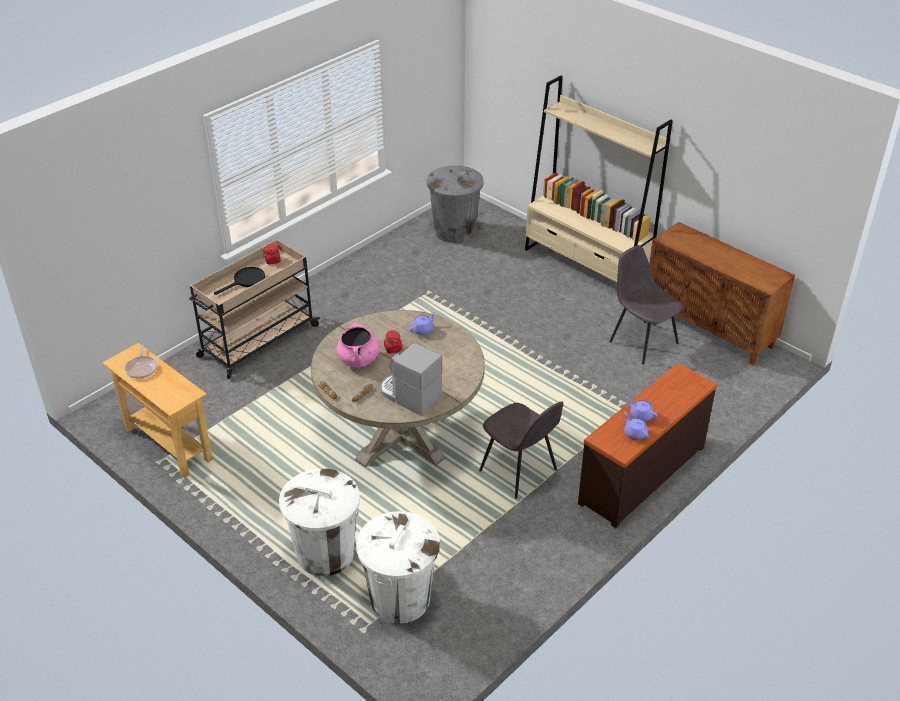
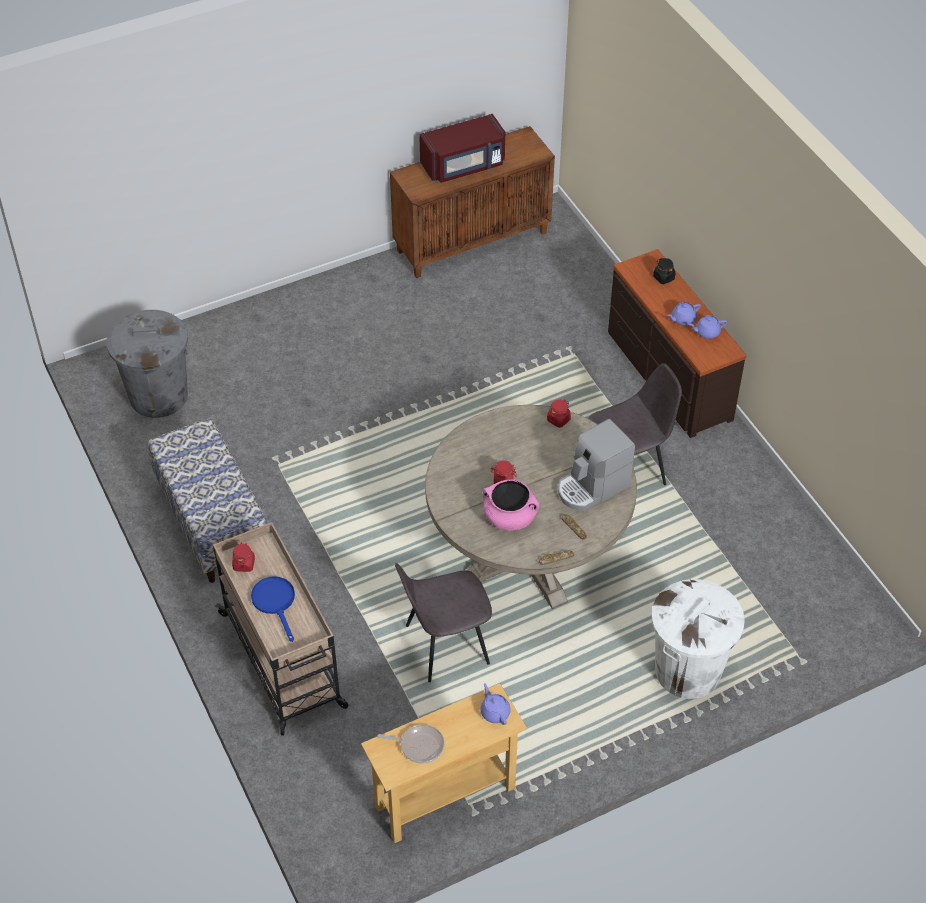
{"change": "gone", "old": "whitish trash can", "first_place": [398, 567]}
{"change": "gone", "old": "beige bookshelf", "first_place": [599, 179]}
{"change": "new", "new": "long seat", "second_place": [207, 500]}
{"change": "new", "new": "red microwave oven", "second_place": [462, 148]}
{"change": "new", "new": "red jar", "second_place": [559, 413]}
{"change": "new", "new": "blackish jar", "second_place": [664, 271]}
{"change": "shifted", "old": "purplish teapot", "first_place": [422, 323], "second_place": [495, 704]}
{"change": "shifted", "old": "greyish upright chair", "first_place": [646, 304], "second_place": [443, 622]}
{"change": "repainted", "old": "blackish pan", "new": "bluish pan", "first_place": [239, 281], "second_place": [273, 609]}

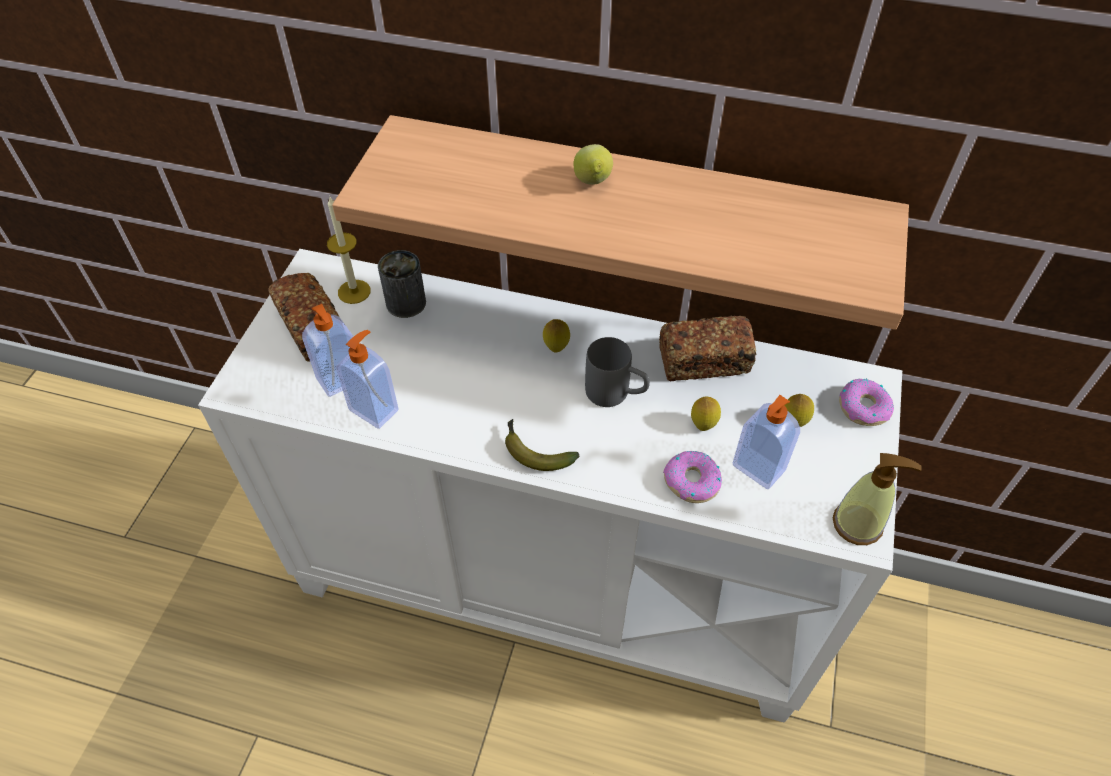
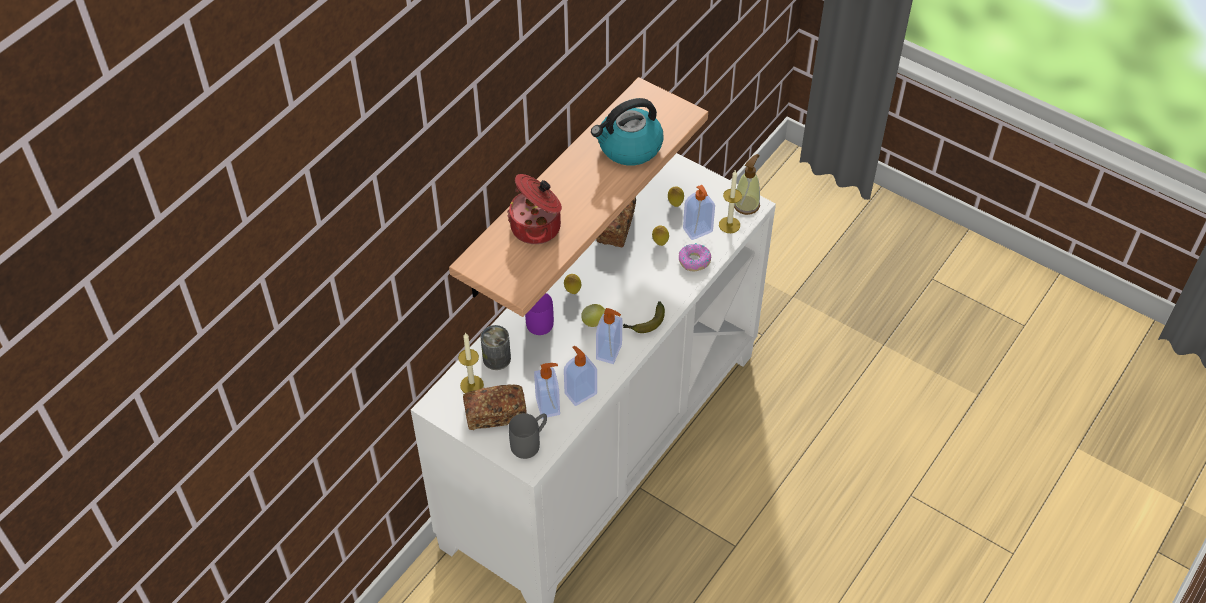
{"change": "gone", "old": "doughnut", "first_place": [866, 402]}
{"change": "new", "new": "saucepot", "second_place": [534, 209]}
{"change": "new", "new": "purplish mug", "second_place": [539, 314]}
{"change": "new", "new": "water kettle", "second_place": [627, 132]}
{"change": "new", "new": "liquid soap bottle", "second_place": [609, 336]}
{"change": "new", "new": "wax light", "second_place": [730, 201]}
{"change": "shifted", "old": "lemon", "first_place": [593, 164], "second_place": [593, 315]}
{"change": "shifted", "old": "greyish mug", "first_place": [617, 372], "second_place": [528, 436]}

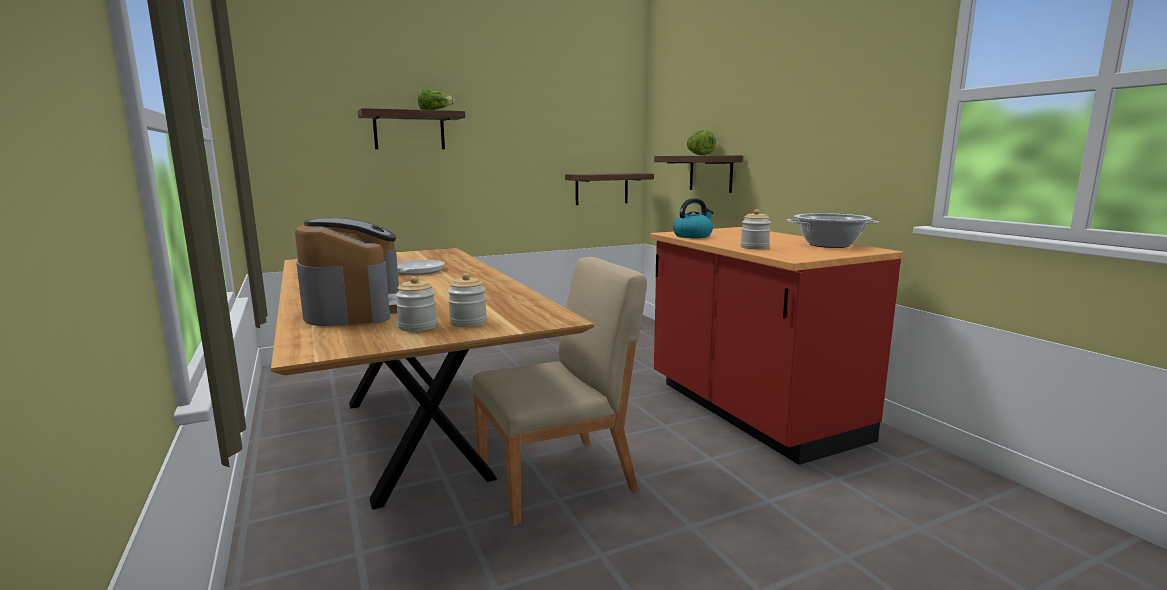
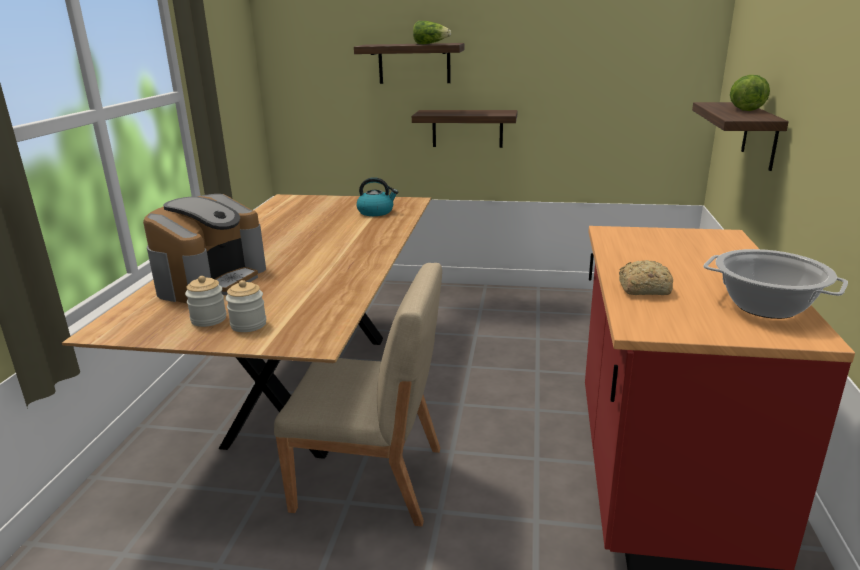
{"change": "gone", "old": "pan", "first_place": [421, 267]}
{"change": "shifted", "old": "shelf", "first_place": [609, 189], "second_place": [464, 129]}
{"change": "shifted", "old": "water kettle", "first_place": [693, 218], "second_place": [377, 196]}
{"change": "swapped", "old": "jar", "new": "bakery bread", "first_place": [756, 229], "second_place": [646, 277]}

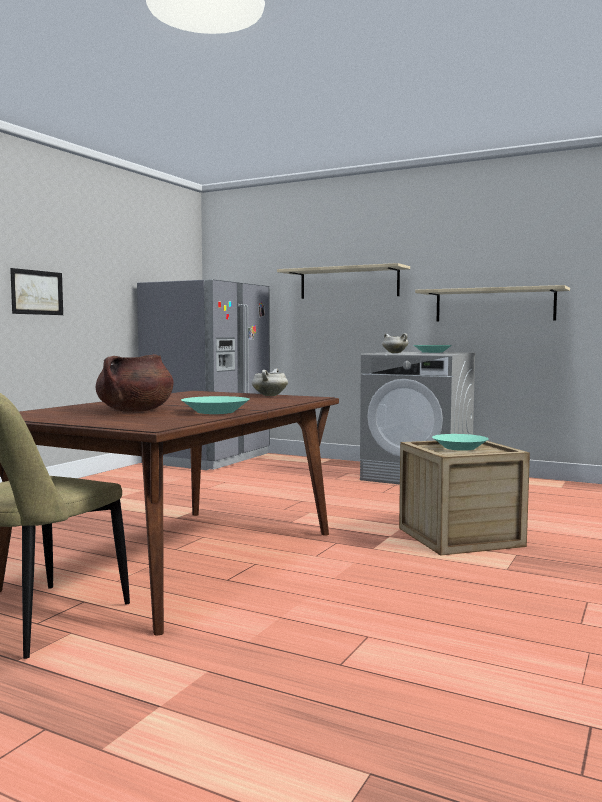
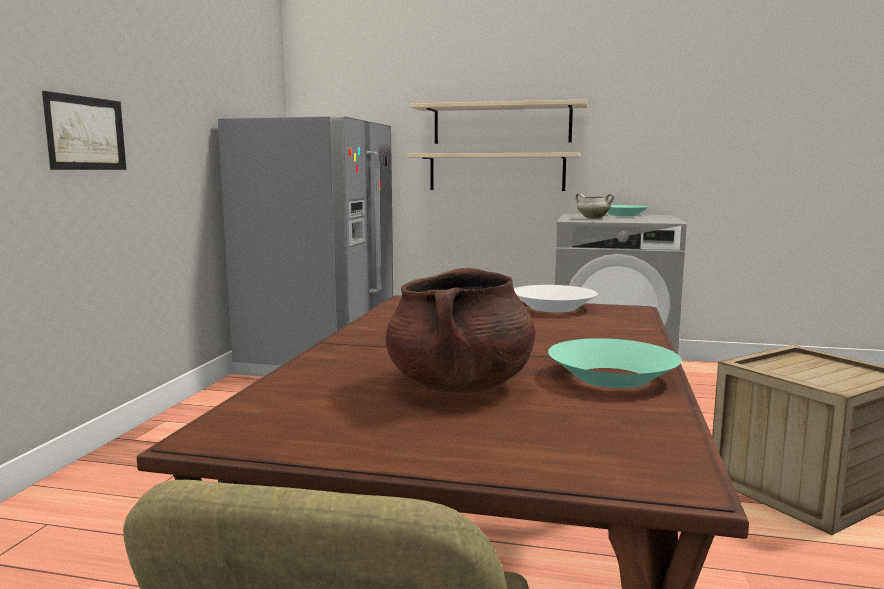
{"change": "gone", "old": "blue-green serving bowl", "first_place": [460, 442]}
{"change": "shifted", "old": "beige shelf", "first_place": [492, 303], "second_place": [493, 171]}
{"change": "swapped", "old": "whitish saucepot", "new": "whitish serving bowl", "first_place": [270, 382], "second_place": [556, 298]}

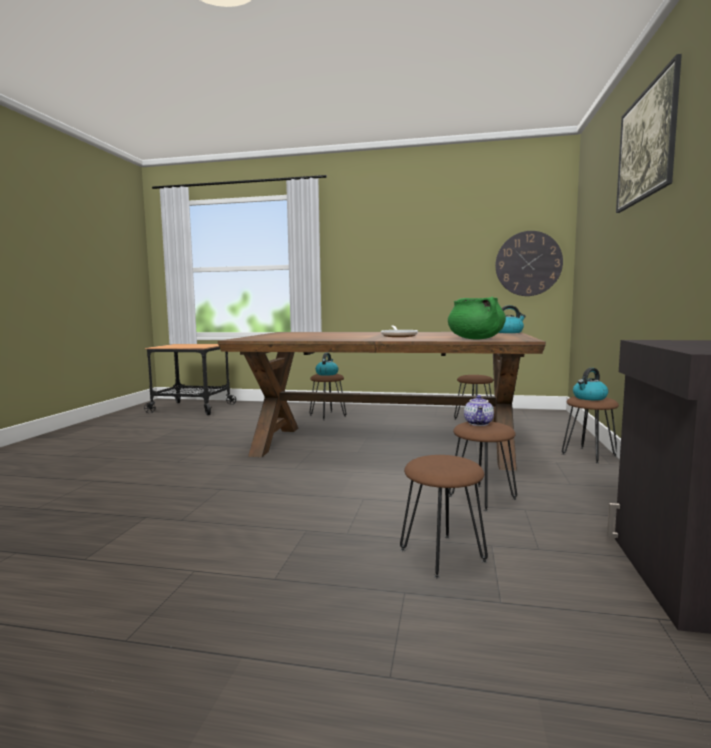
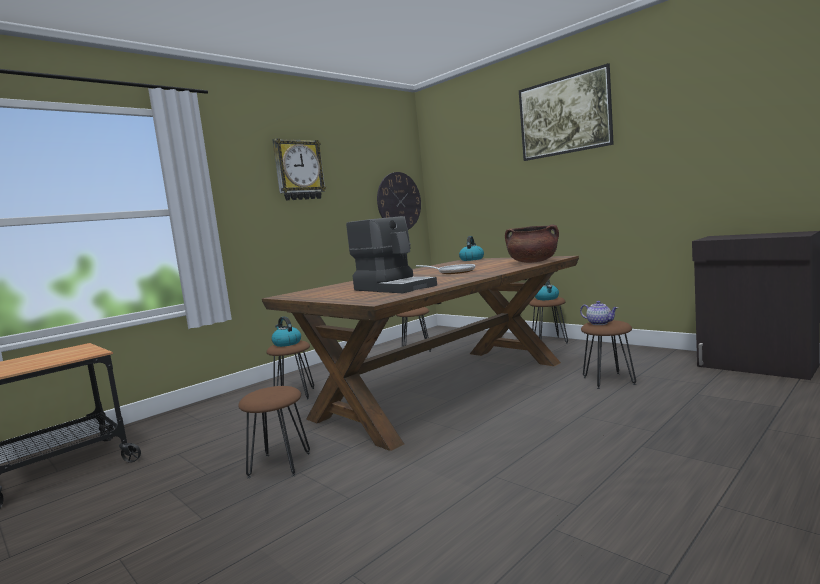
{"change": "new", "new": "clock on the wall", "second_place": [299, 169]}
{"change": "new", "new": "coffee machine", "second_place": [391, 254]}
{"change": "shifted", "old": "brownish stool", "first_place": [444, 516], "second_place": [274, 432]}
{"change": "repainted", "old": "green-coloured saucepot", "new": "brownish saucepot", "first_place": [477, 318], "second_place": [532, 243]}

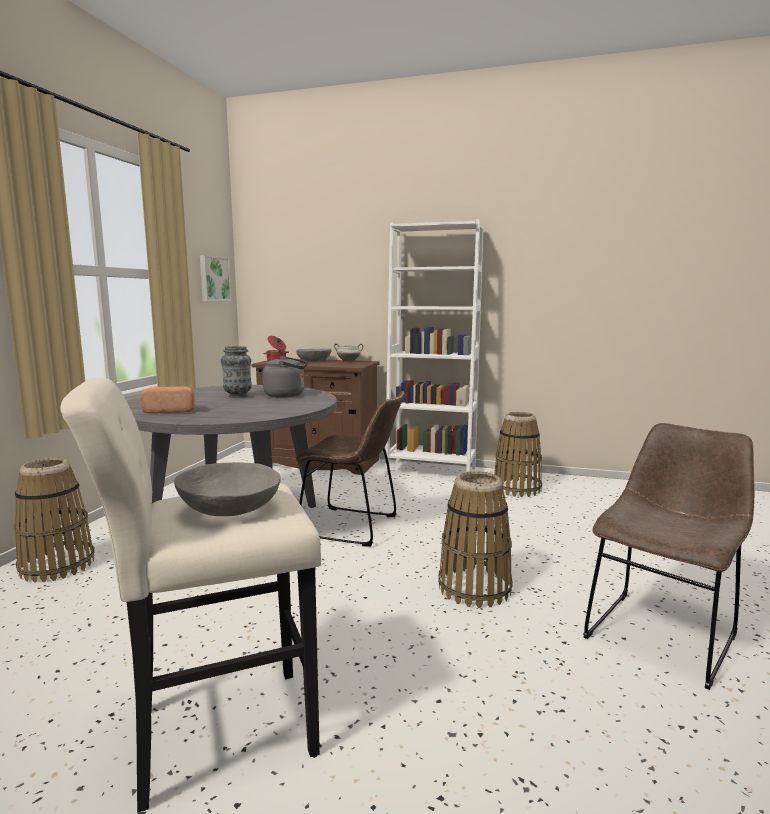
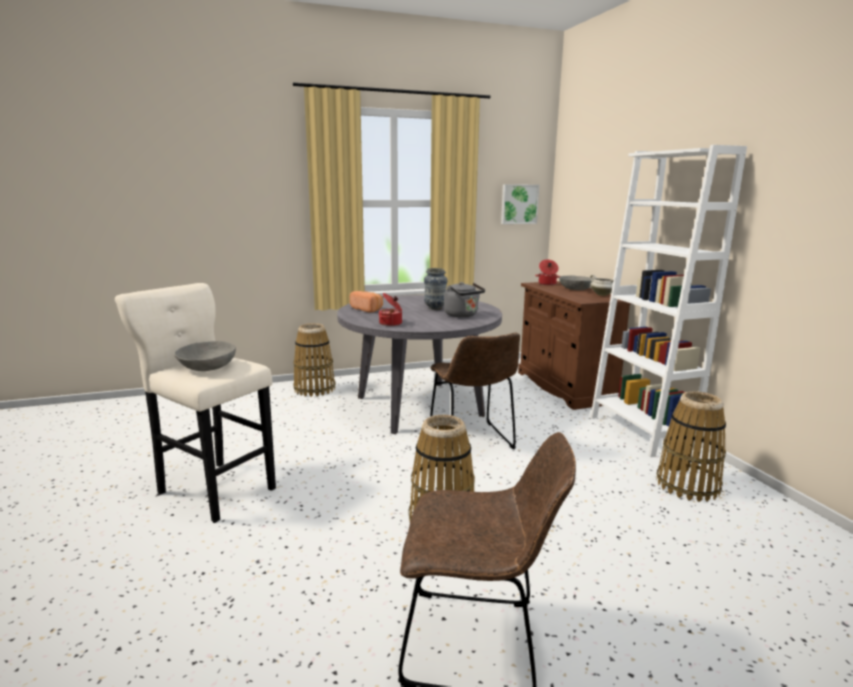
{"change": "new", "new": "saucepot", "second_place": [390, 309]}

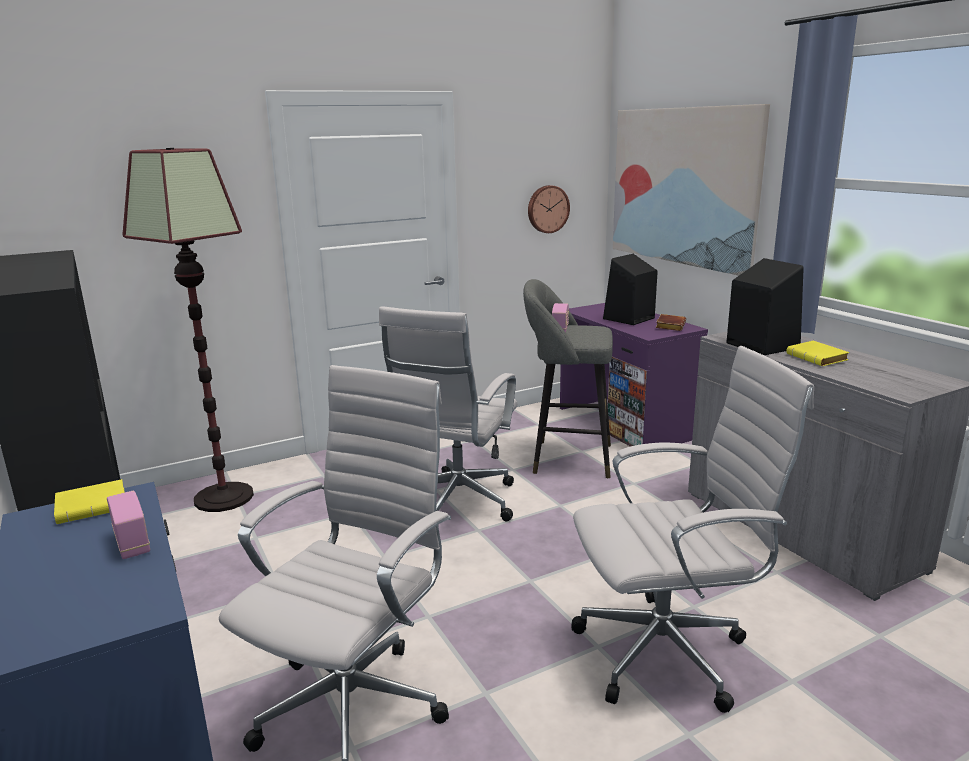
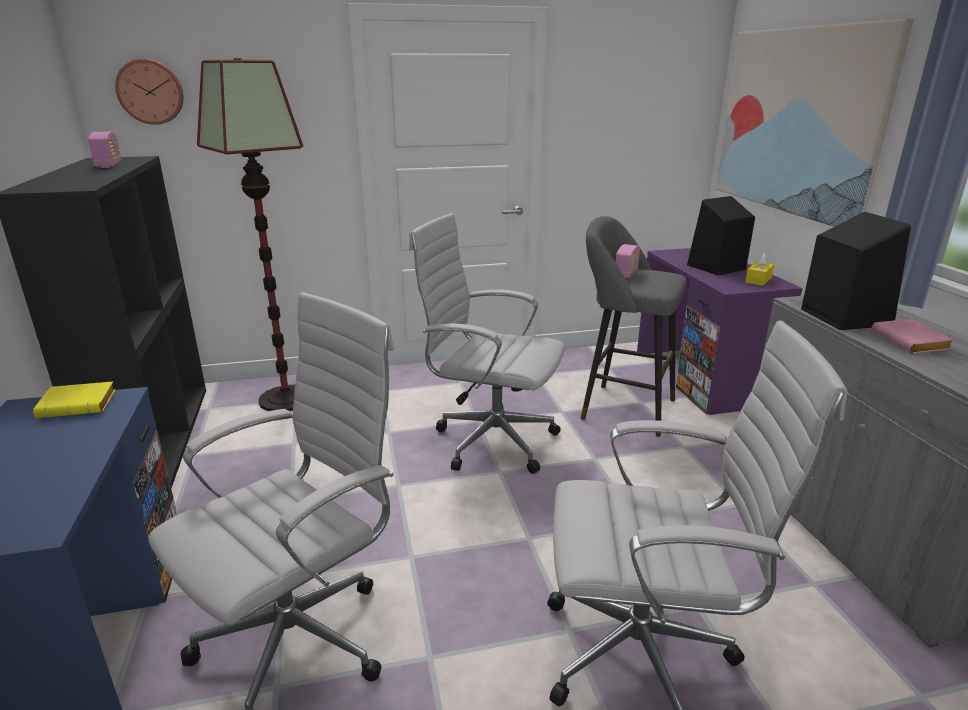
{"change": "shifted", "old": "radio", "first_place": [128, 525], "second_place": [105, 150]}
{"change": "shifted", "old": "clock on the wall", "first_place": [549, 209], "second_place": [149, 92]}
{"change": "swapped", "old": "brownish book", "new": "yellow tissue holder", "first_place": [671, 322], "second_place": [759, 269]}
{"change": "repainted", "old": "yellow book", "new": "pink-coloured book", "first_place": [818, 353], "second_place": [913, 336]}
{"change": "rotated", "old": "whitish computer chair", "first_place": [448, 416], "second_place": [487, 343], "degrees": 75}

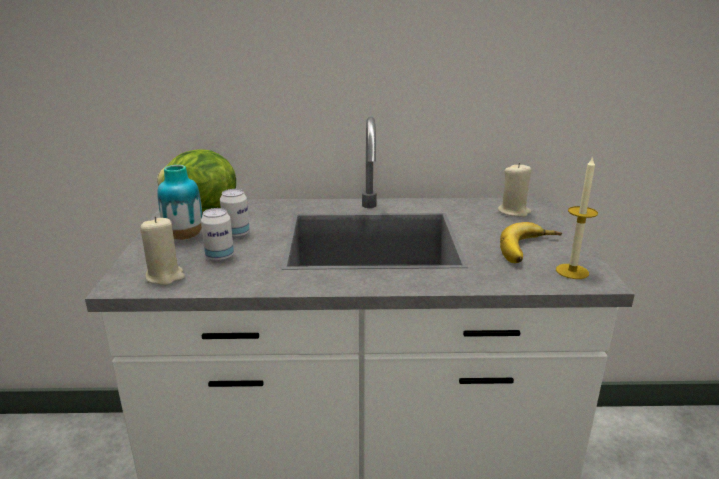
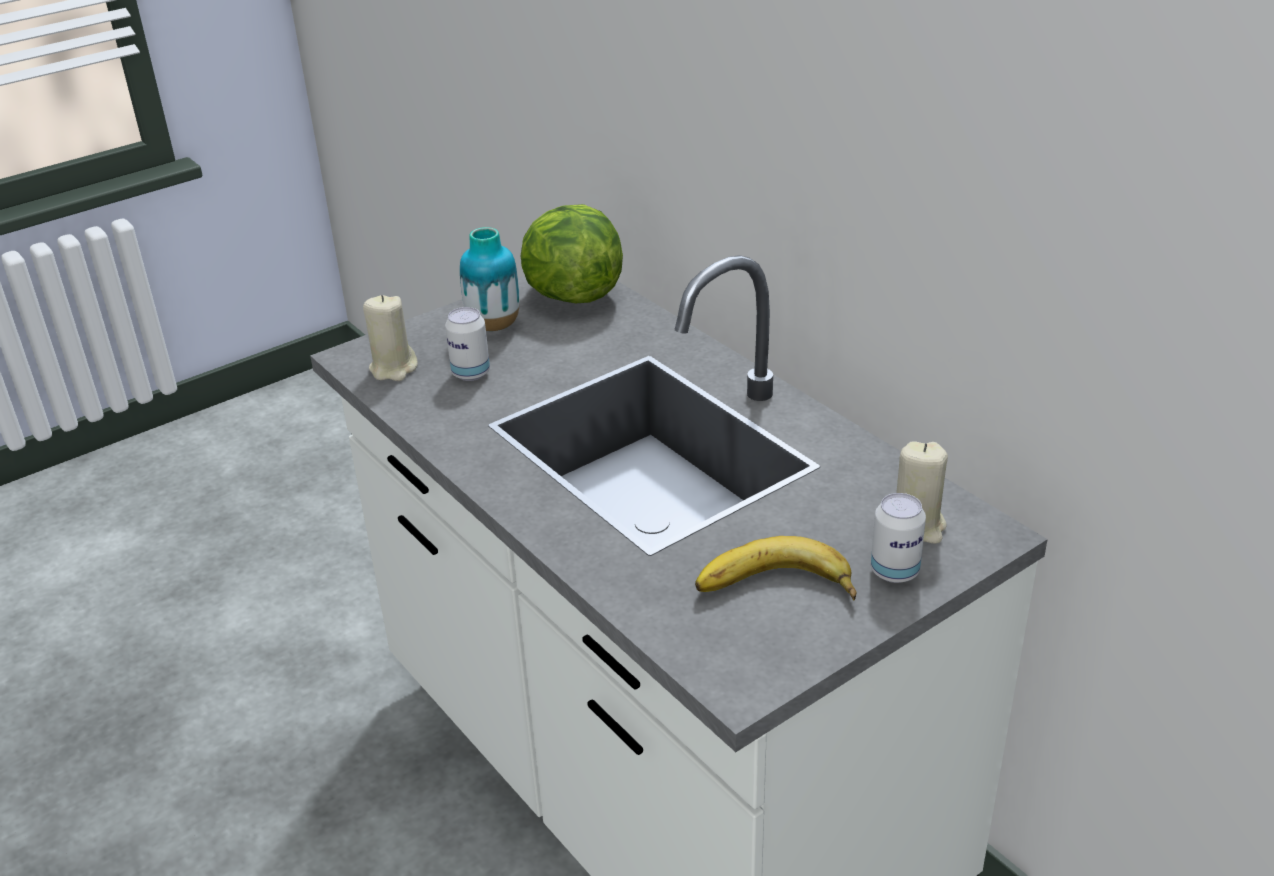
{"change": "gone", "old": "wax light", "first_place": [577, 217]}
{"change": "shifted", "old": "can", "first_place": [235, 213], "second_place": [898, 538]}

